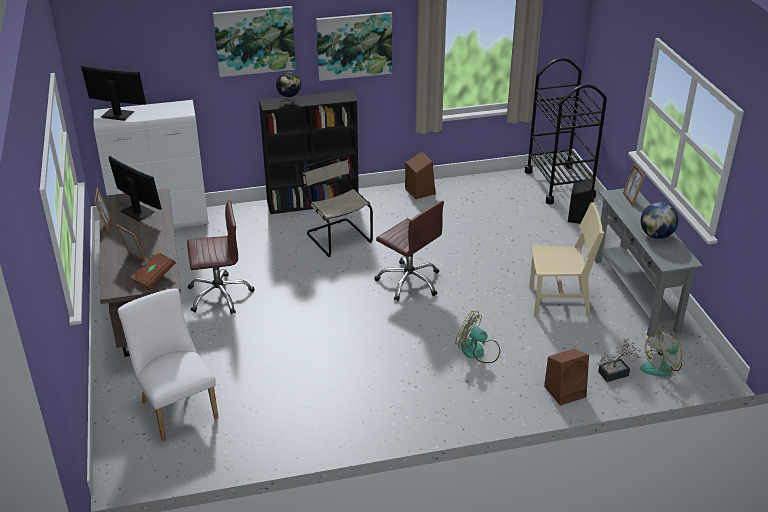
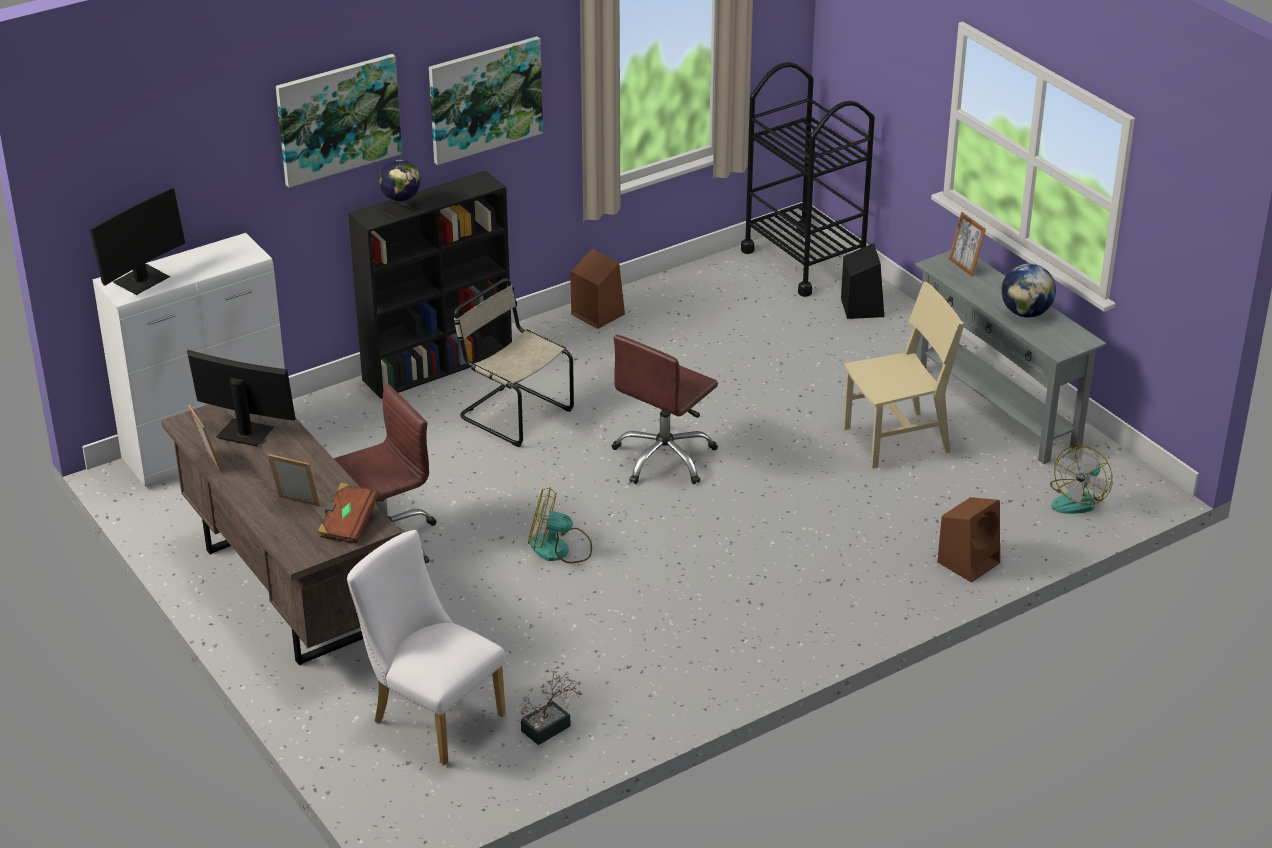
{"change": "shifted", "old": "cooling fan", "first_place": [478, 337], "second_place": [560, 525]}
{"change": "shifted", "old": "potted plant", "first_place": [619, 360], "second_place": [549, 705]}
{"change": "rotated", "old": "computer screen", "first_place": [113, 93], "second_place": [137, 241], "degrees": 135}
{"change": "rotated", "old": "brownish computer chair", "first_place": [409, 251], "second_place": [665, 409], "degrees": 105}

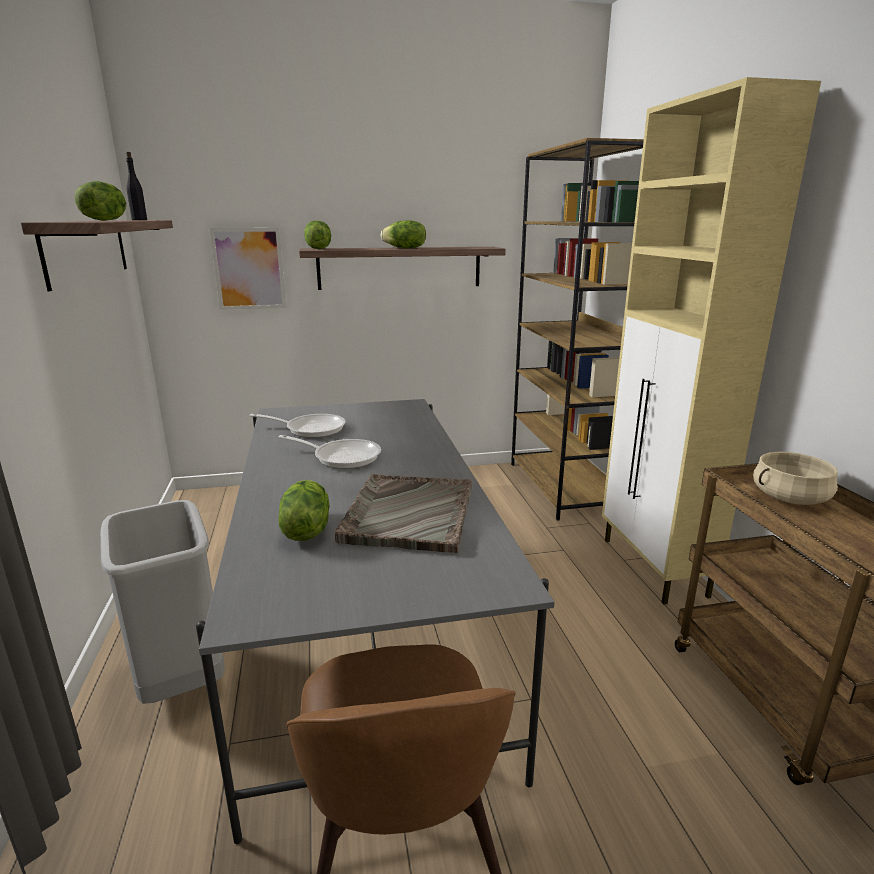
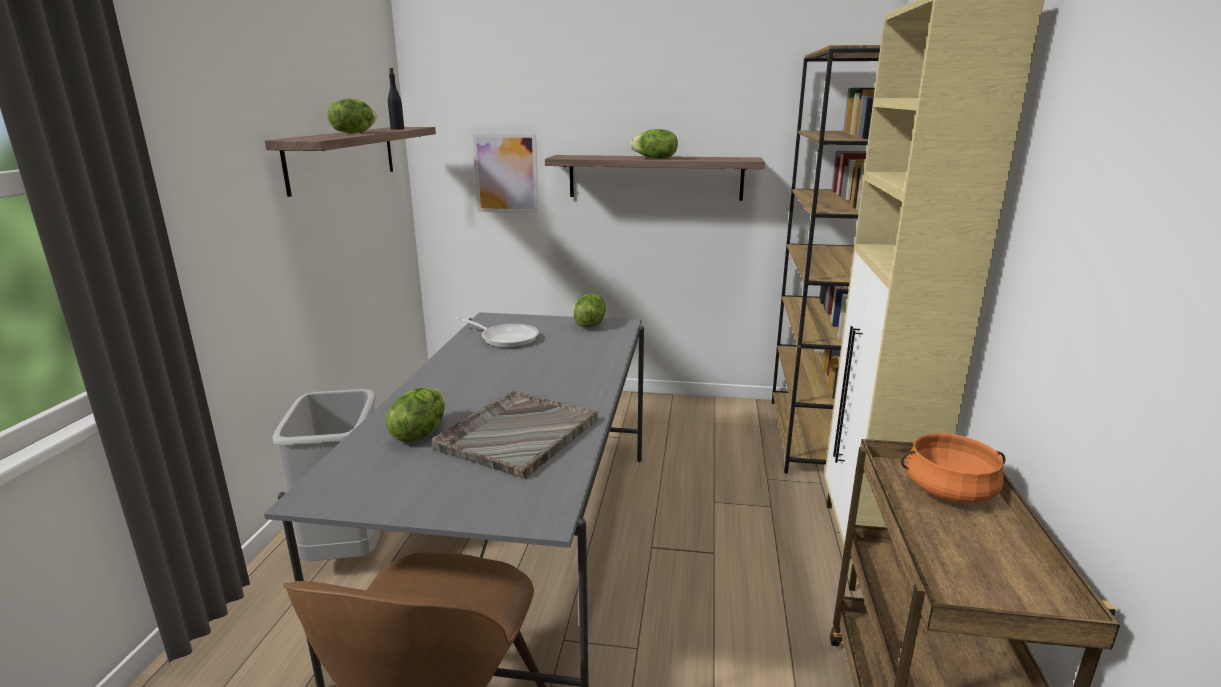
{"change": "gone", "old": "pan", "first_place": [330, 452]}
{"change": "shifted", "old": "lettuce head", "first_place": [317, 234], "second_place": [590, 310]}
{"change": "repainted", "old": "beige saucepot", "new": "orange-coloured saucepot", "first_place": [795, 478], "second_place": [953, 468]}

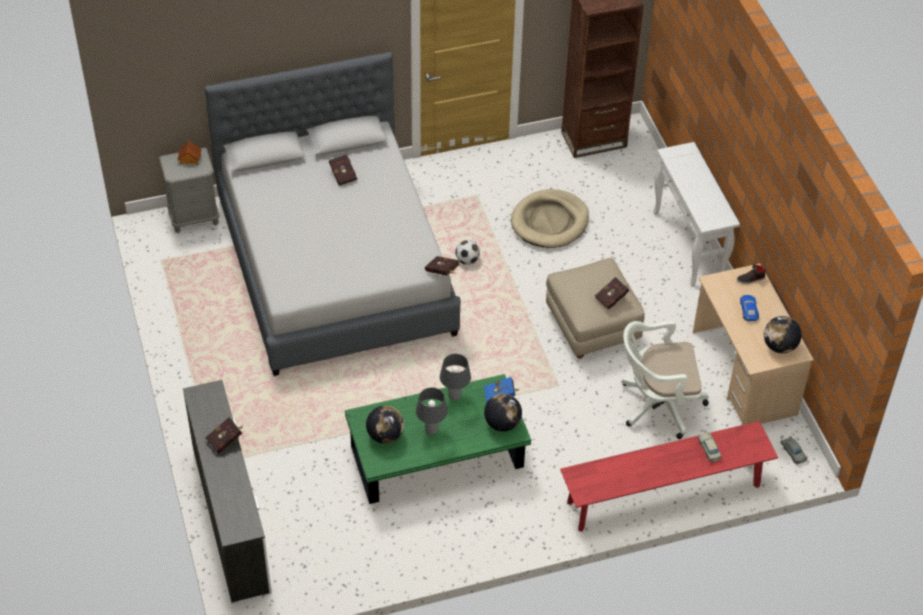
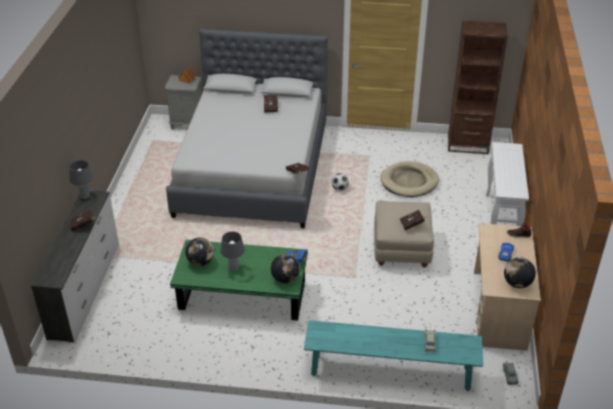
{"change": "gone", "old": "whitish computer chair", "first_place": [665, 380]}
{"change": "shifted", "old": "greyish table lamp", "first_place": [455, 377], "second_place": [81, 179]}
{"change": "repainted", "old": "red long seat", "new": "blue-green long seat", "first_place": [669, 476], "second_place": [393, 355]}

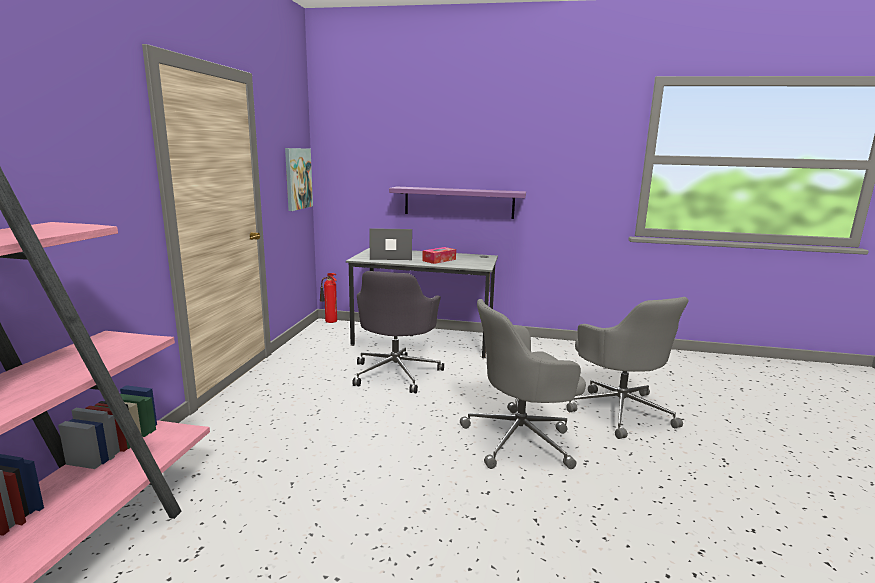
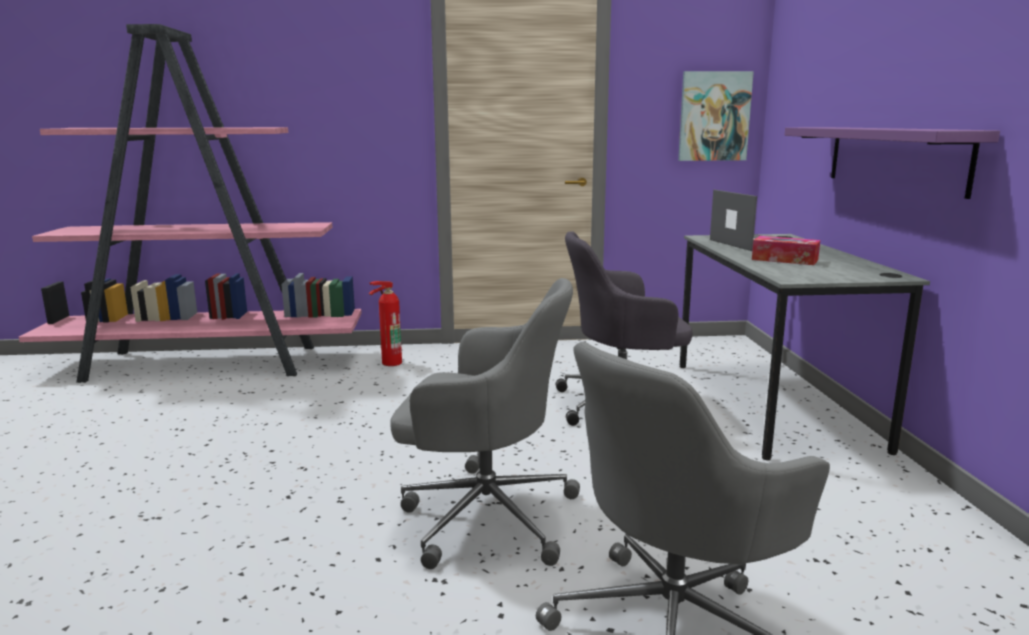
{"change": "shifted", "old": "extinguisher", "first_place": [328, 298], "second_place": [385, 323]}
{"change": "rotated", "old": "greyish computer chair", "first_place": [523, 384], "second_place": [485, 423], "degrees": 135}

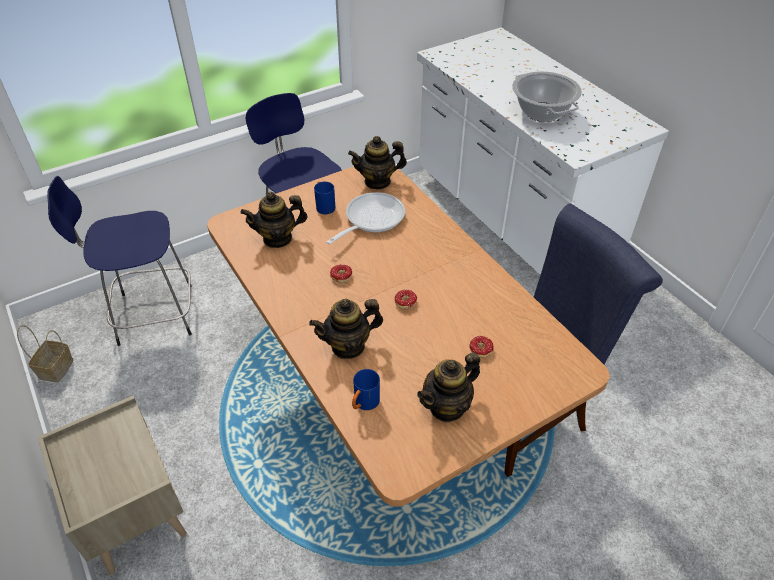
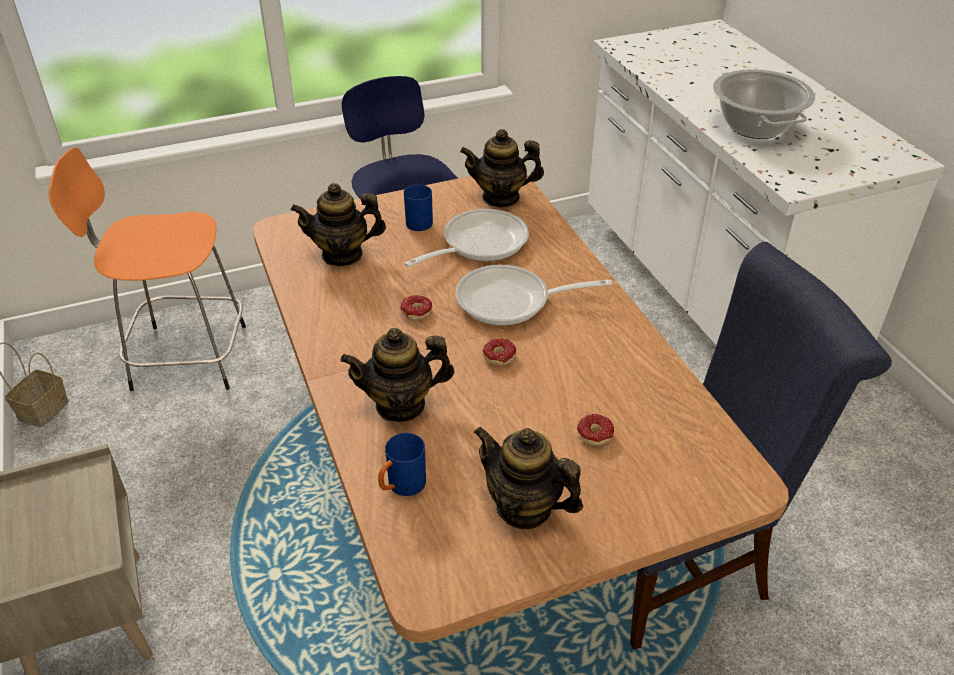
{"change": "new", "new": "pan", "second_place": [534, 295]}
{"change": "repainted", "old": "bluish stool", "new": "orange-coloured stool", "first_place": [119, 261], "second_place": [147, 269]}
{"change": "rotated", "old": "teapot", "first_place": [448, 387], "second_place": [528, 477], "degrees": 60}

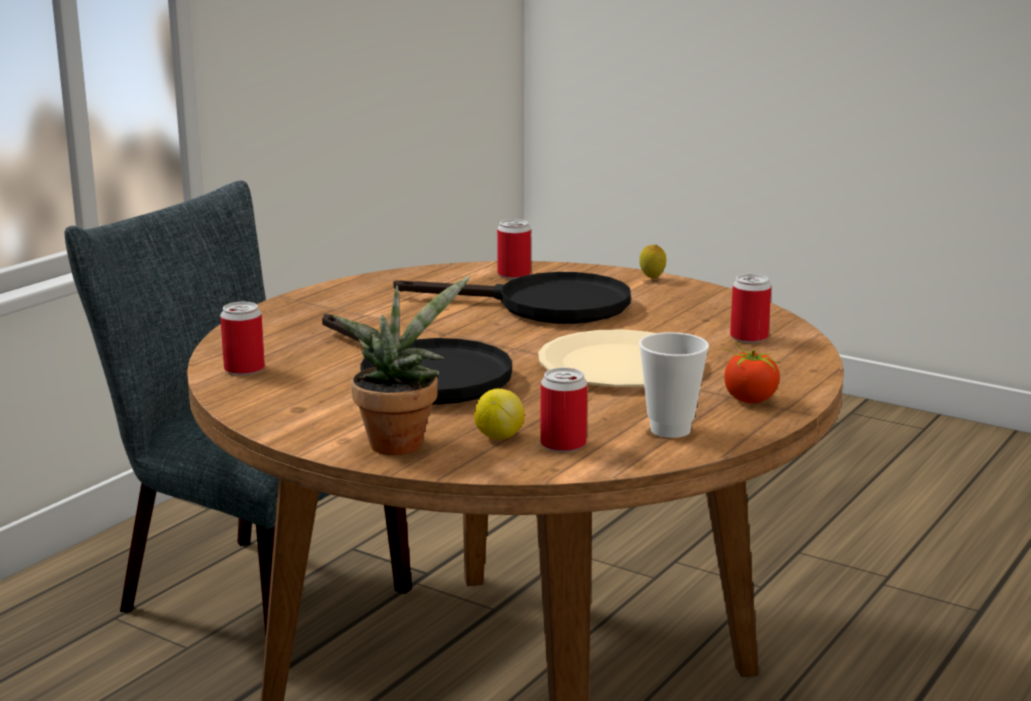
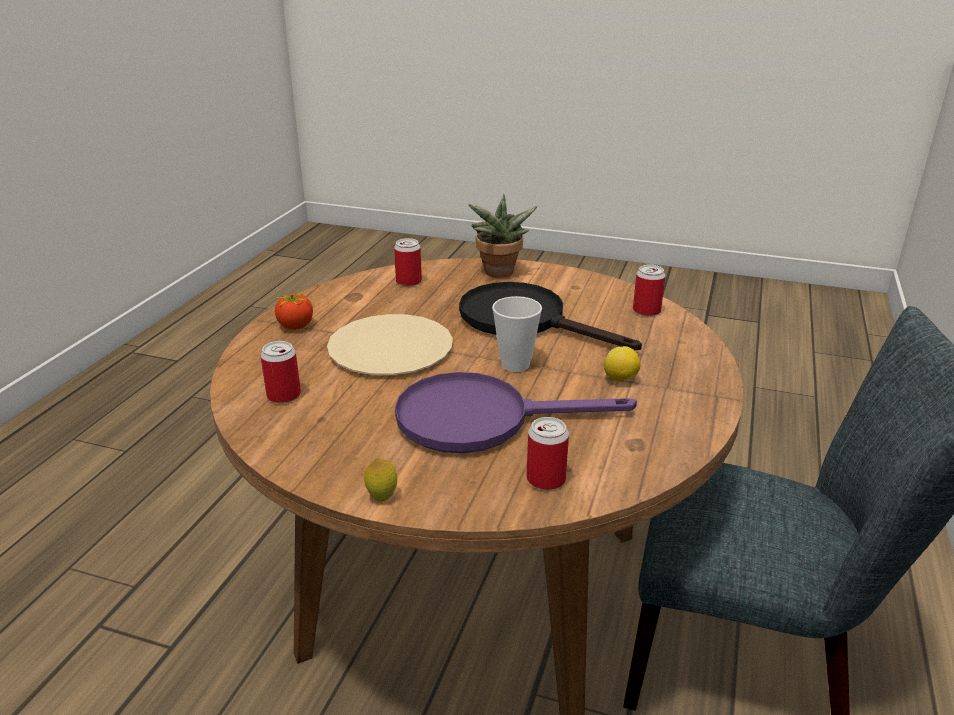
{"change": "shifted", "old": "lemon", "first_place": [499, 413], "second_place": [622, 364]}
{"change": "shifted", "old": "drinking cup", "first_place": [674, 385], "second_place": [517, 334]}
{"change": "repainted", "old": "blackish pan", "new": "purplish pan", "first_place": [512, 298], "second_place": [516, 412]}

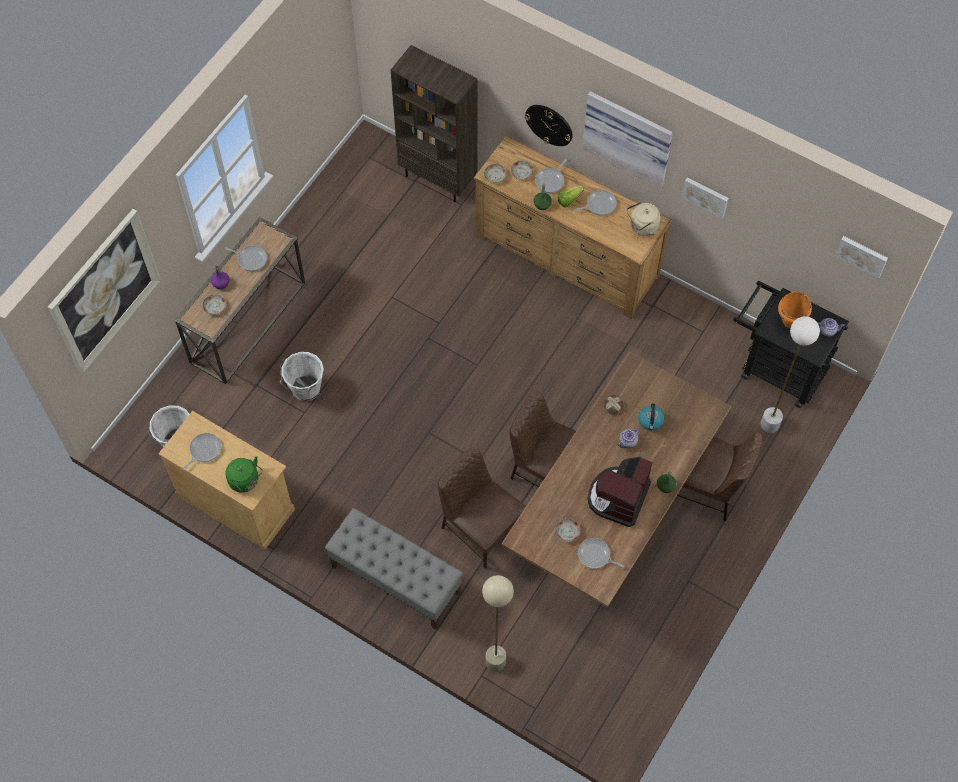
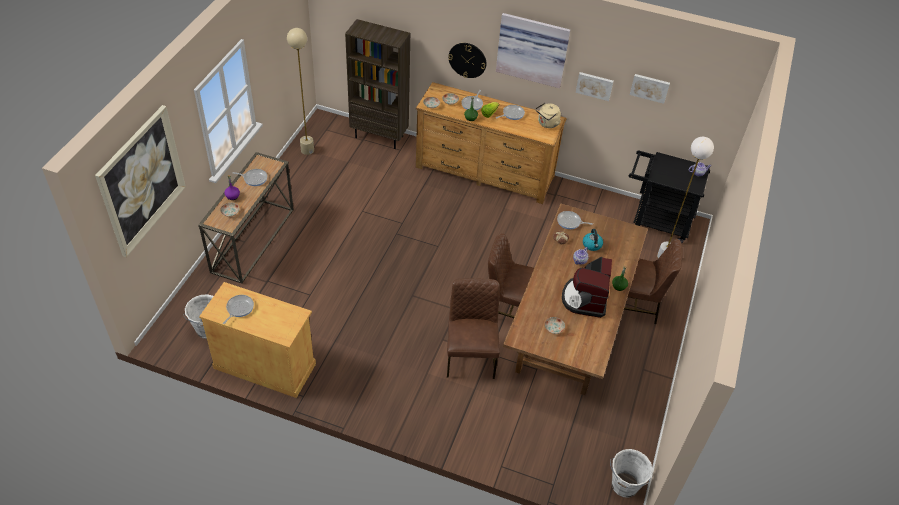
{"change": "gone", "old": "green-coloured water kettle", "first_place": [244, 474]}
{"change": "gone", "old": "greyish long seat", "first_place": [394, 569]}
{"change": "gone", "old": "orange-coloured saucepot", "first_place": [795, 310]}
{"change": "shifted", "old": "whitish pail", "first_place": [302, 376], "second_place": [631, 473]}
{"change": "shifted", "old": "beige standard lamp", "first_place": [498, 623], "second_place": [300, 91]}
{"change": "shifted", "old": "pan", "first_place": [601, 553], "second_place": [575, 220]}
{"change": "shifted", "old": "wall picture", "first_place": [861, 257], "second_place": [650, 89]}
{"change": "rotated", "old": "brownish upright chair", "first_place": [481, 508], "second_place": [473, 328], "degrees": 60}

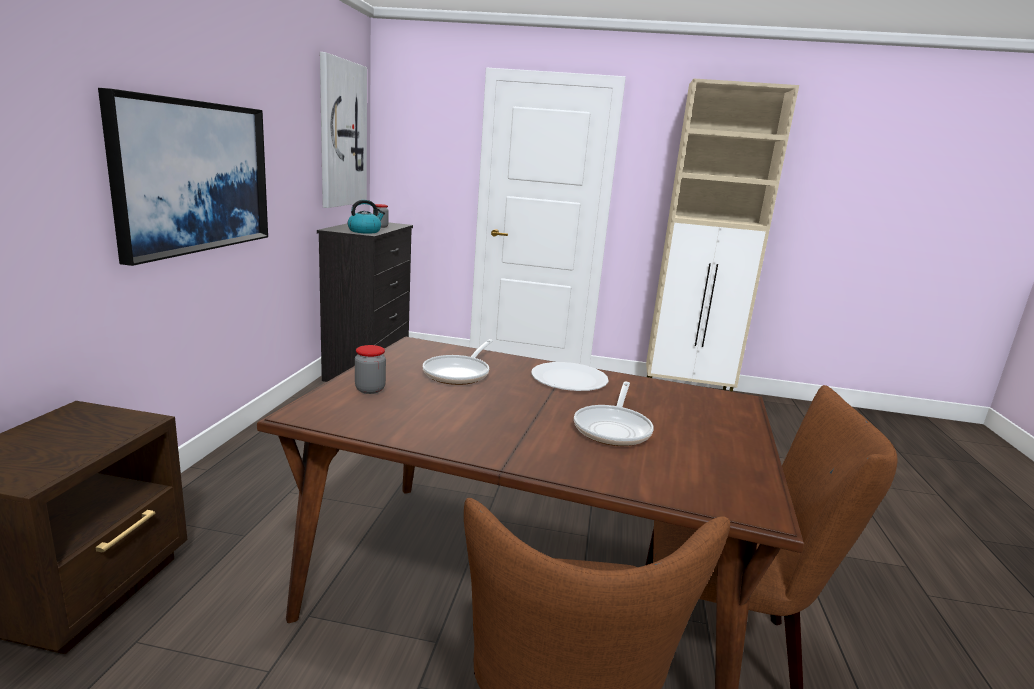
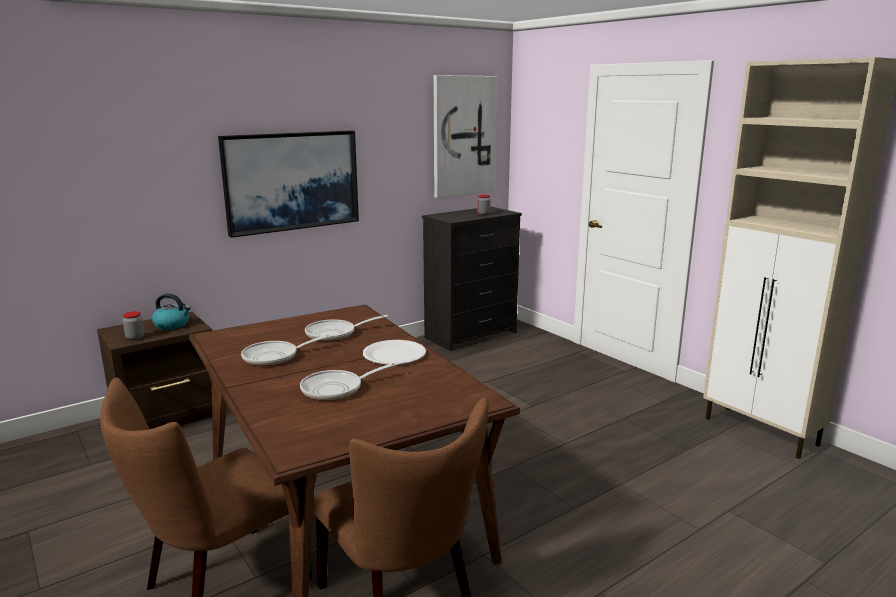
{"change": "new", "new": "pan", "second_place": [287, 350]}
{"change": "shifted", "old": "water kettle", "first_place": [366, 217], "second_place": [171, 312]}
{"change": "shifted", "old": "jar", "first_place": [370, 369], "second_place": [133, 325]}

